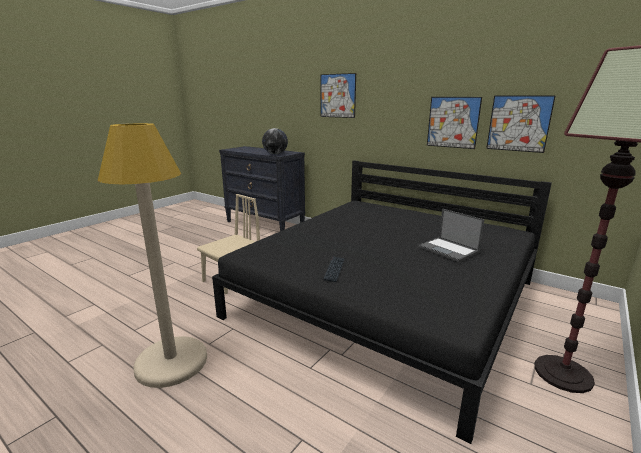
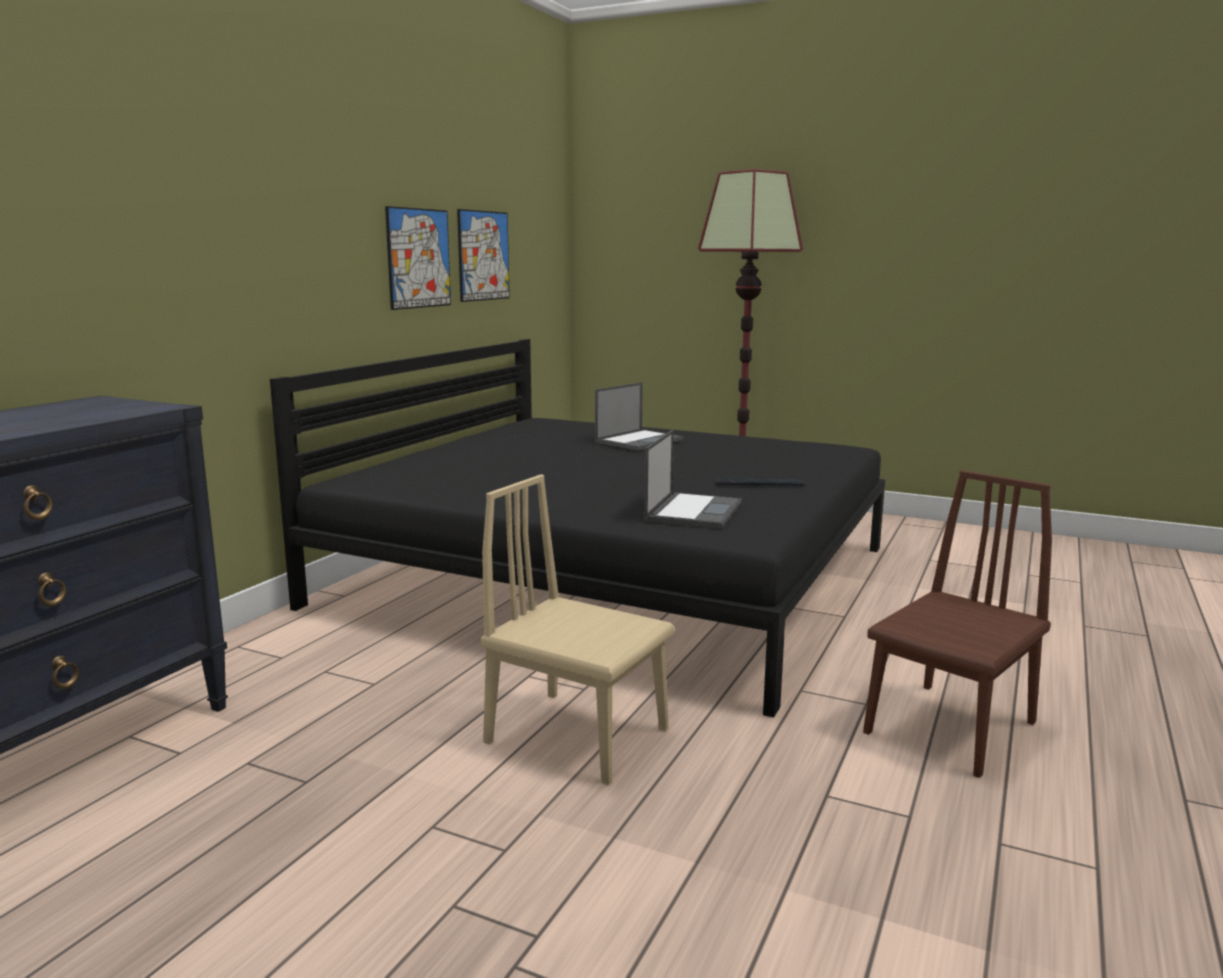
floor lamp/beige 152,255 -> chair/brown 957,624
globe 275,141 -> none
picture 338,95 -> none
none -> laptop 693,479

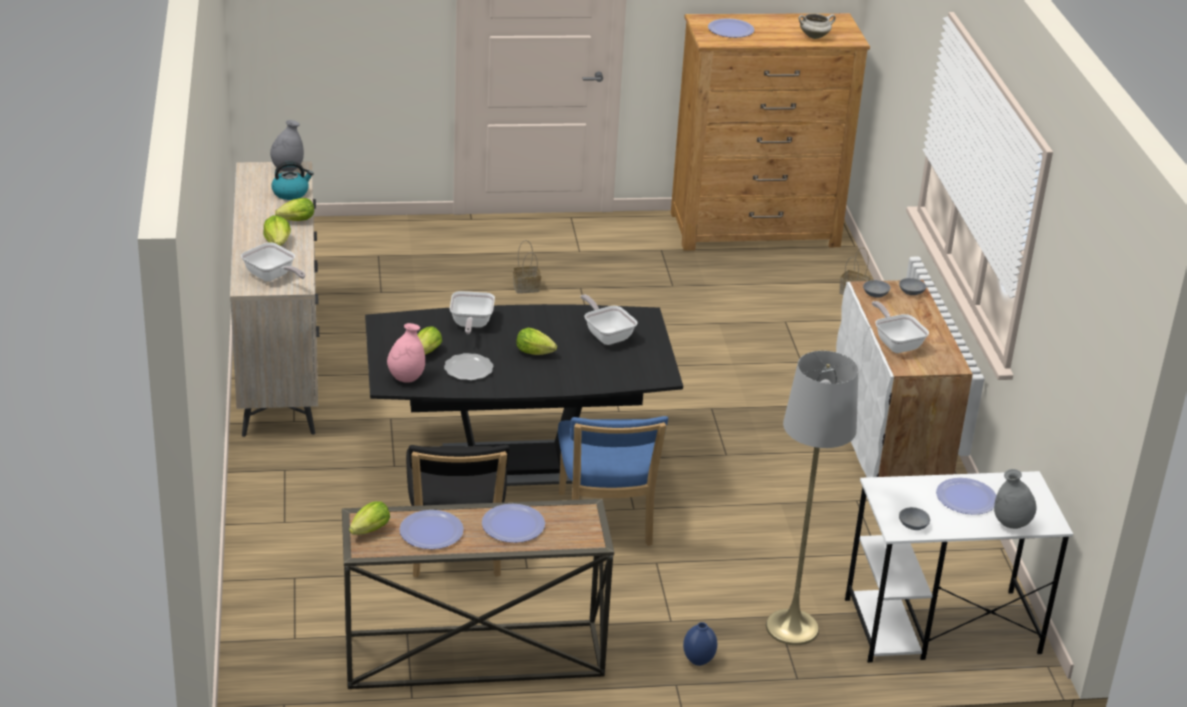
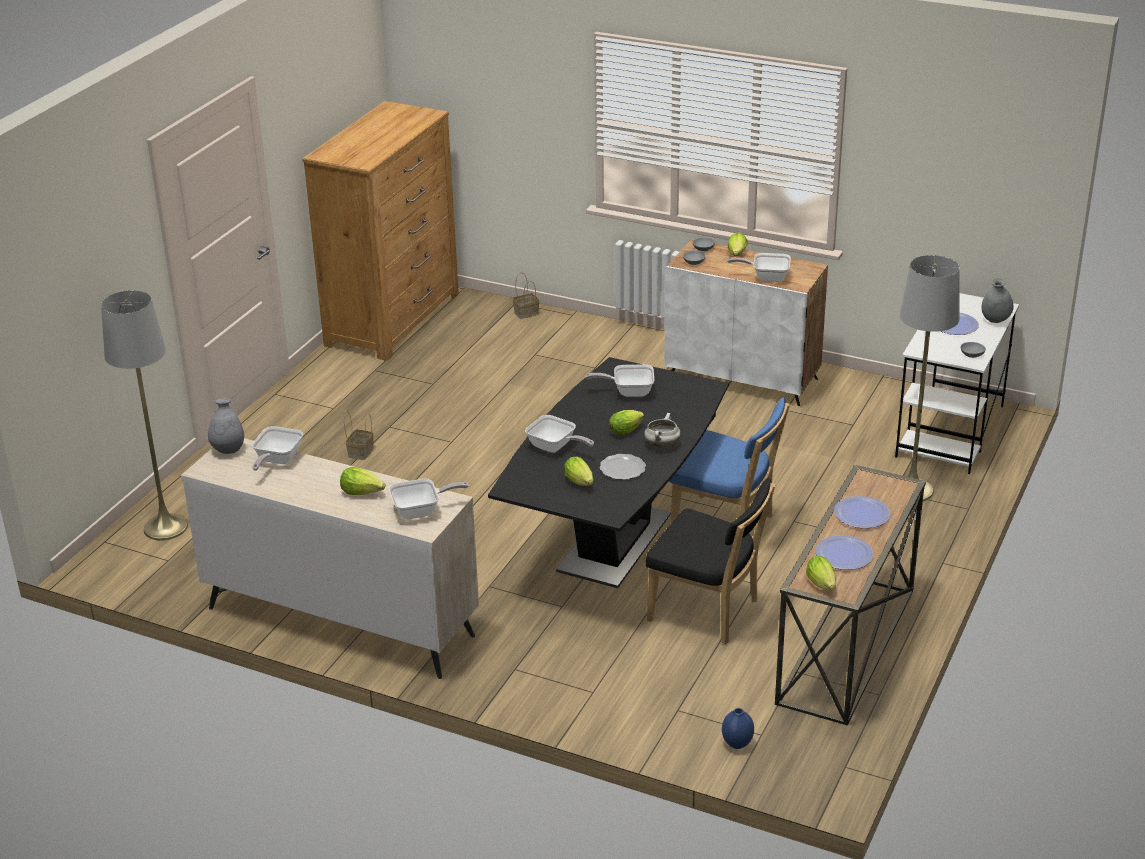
kettle 293,180 -> frying pan 277,448
lettuce 294,209 -> lettuce 738,244, relocated
vase/pink 406,353 -> none
vase/blue 700,644 -> vase/blue 738,728, relocated
plate 731,28 -> none
cooking pot/white 817,26 -> cooking pot/white 662,430, relocated
none -> floor lamp/grey 144,415

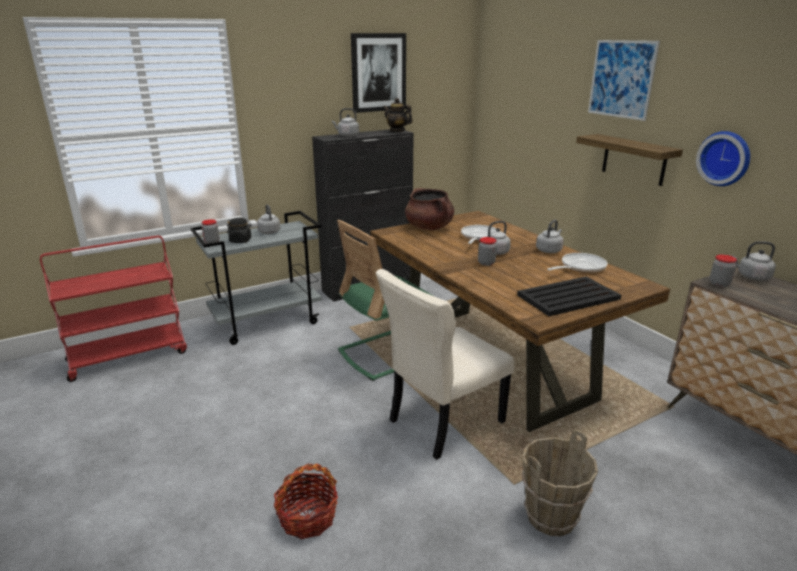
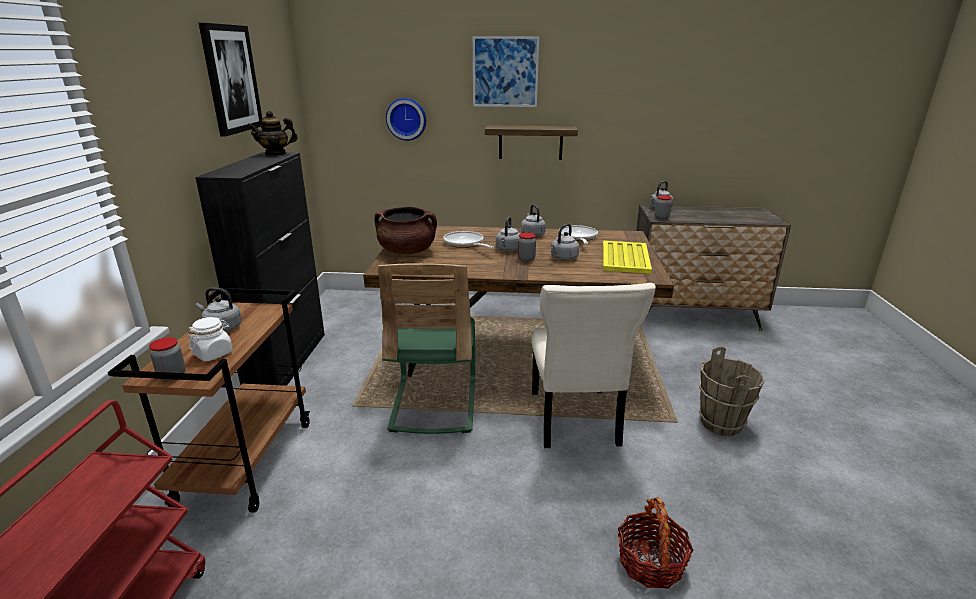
cart/grey 256,278 -> cart/brown 209,400
jar/black 239,230 -> jar/white 210,339
kettle/grey 345,122 -> kettle/grey 564,242, relocated
tray/black 569,296 -> tray/yellow 627,257
wall clock 723,158 -> wall clock 406,119, relocated

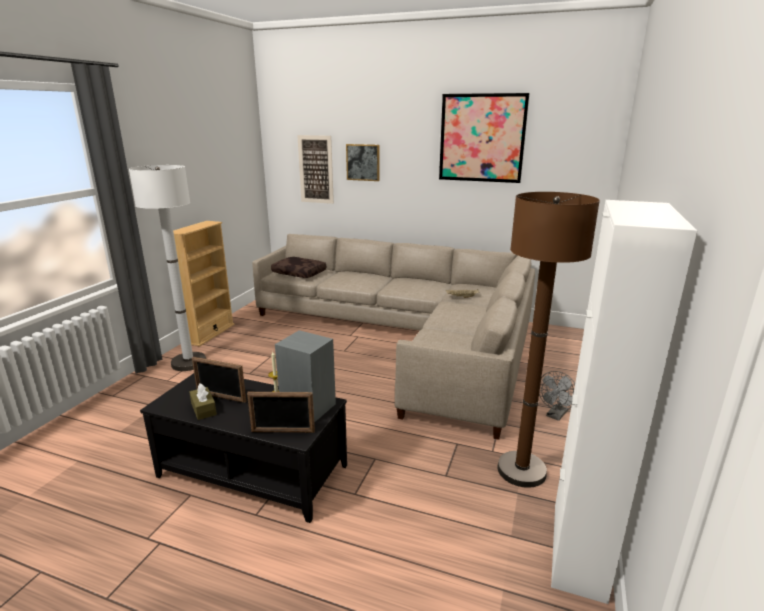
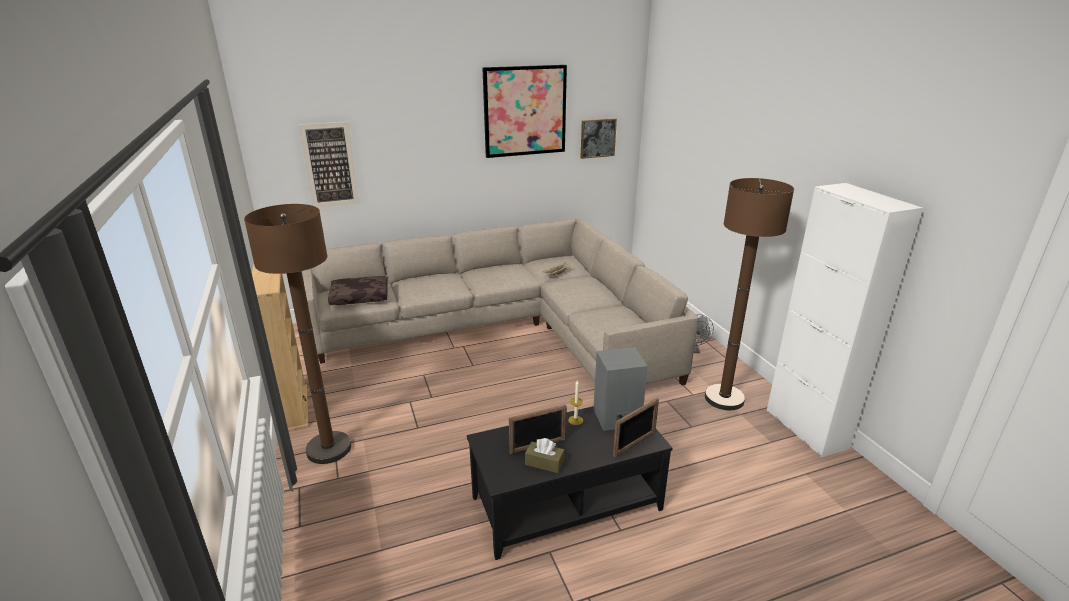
floor lamp/white 167,268 -> floor lamp/brown 297,334
picture 363,162 -> picture 598,138, relocated

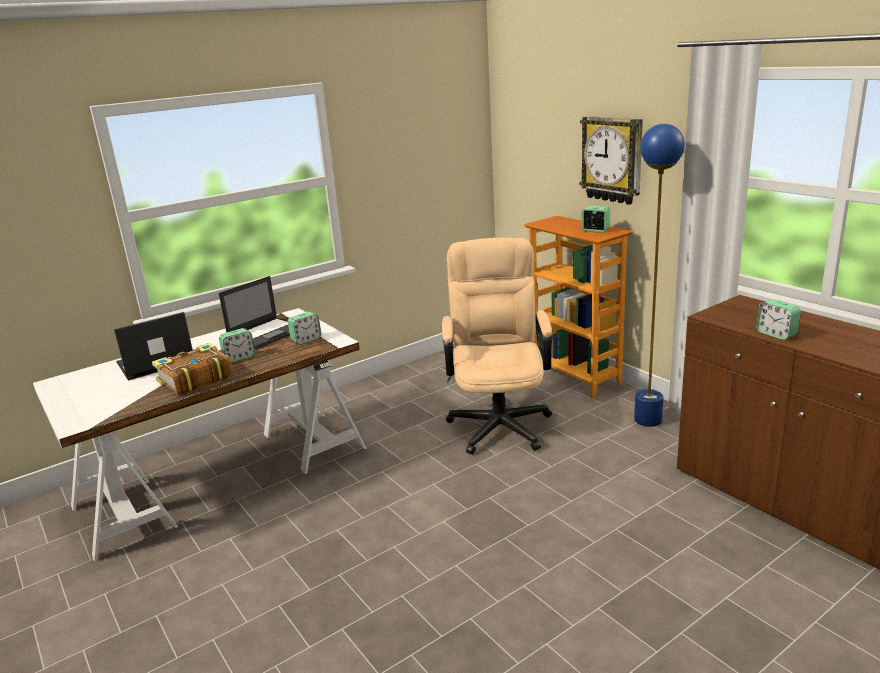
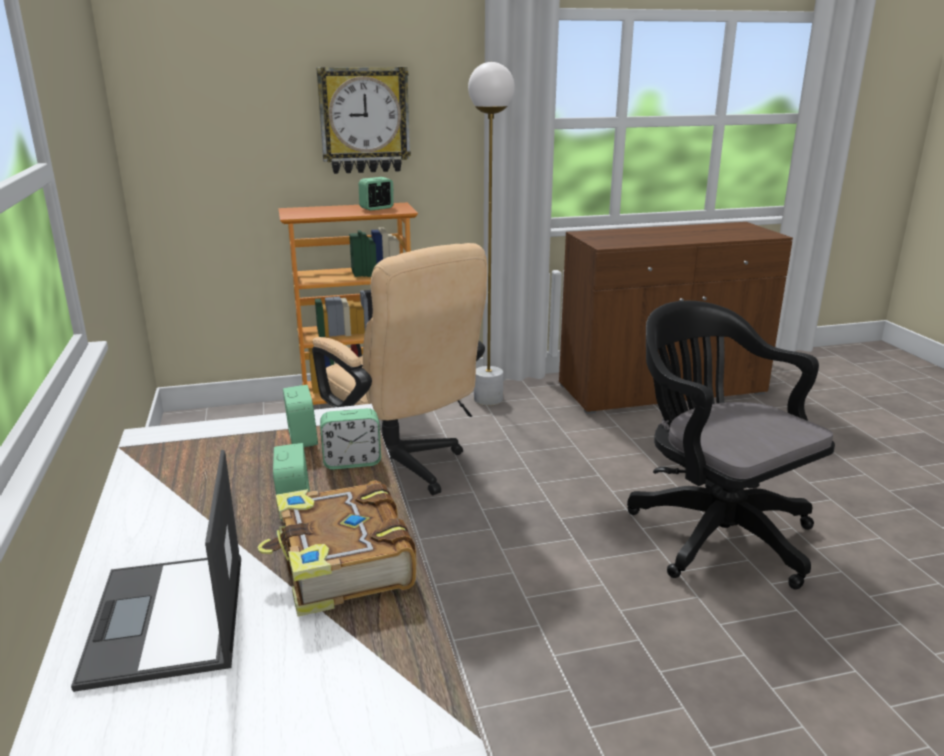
laptop 254,312 -> none
office chair/beige 497,346 -> office chair/beige 399,369, 150 degrees counterclockwise
floor lamp/blue 659,275 -> floor lamp/white 491,234
alarm clock 778,319 -> alarm clock 350,439, relocated
none -> office chair/black 731,445

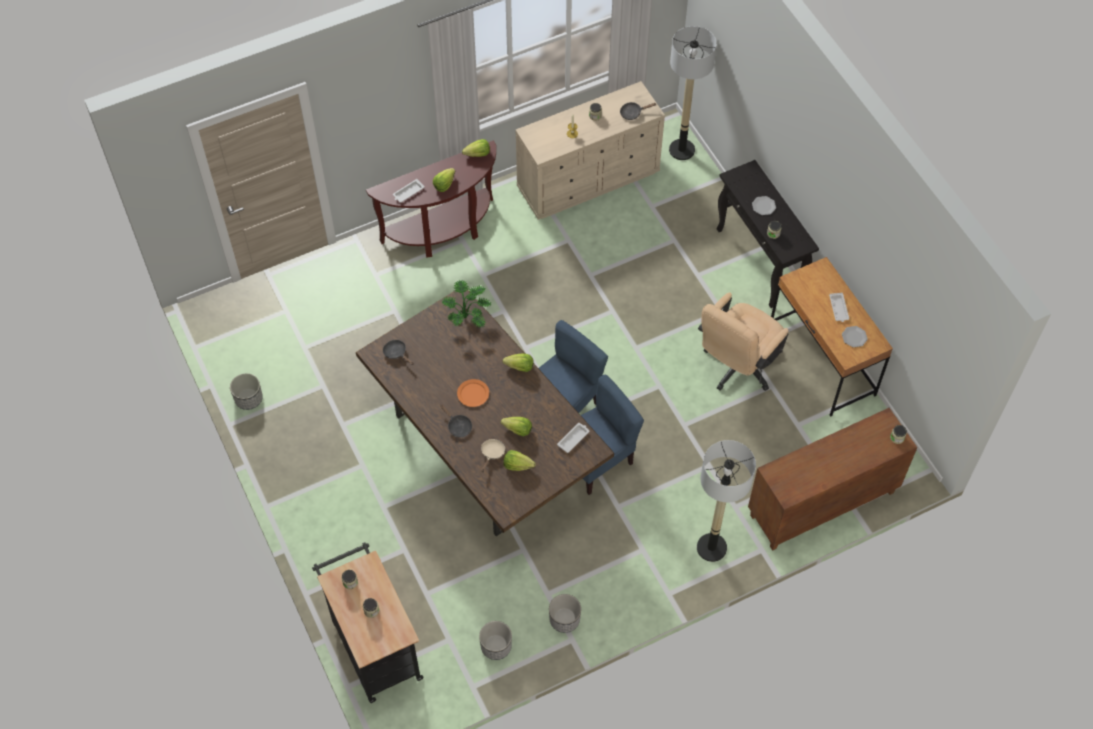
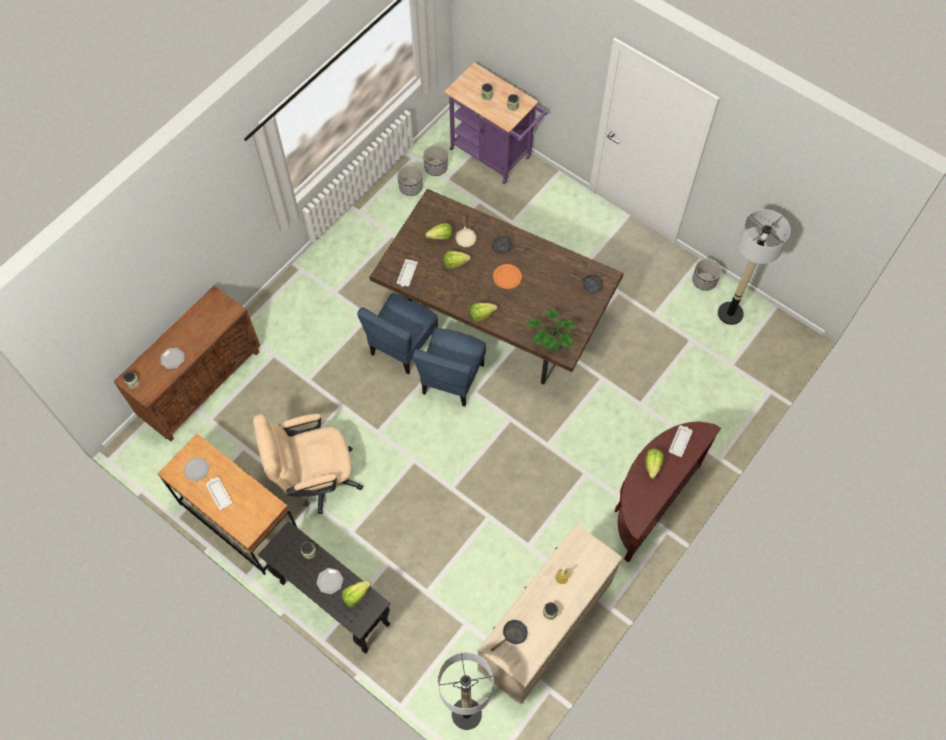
cart/black 368,622 -> cart/purple 496,123
lettuce 476,148 -> lettuce 356,594, relocated
planter 565,613 -> planter 435,160, relocated
floor lamp 726,501 -> floor lamp 754,267, relocated
office chair/beige 743,341 -> office chair/beige 308,464, 120 degrees counterclockwise
none -> plate 172,358

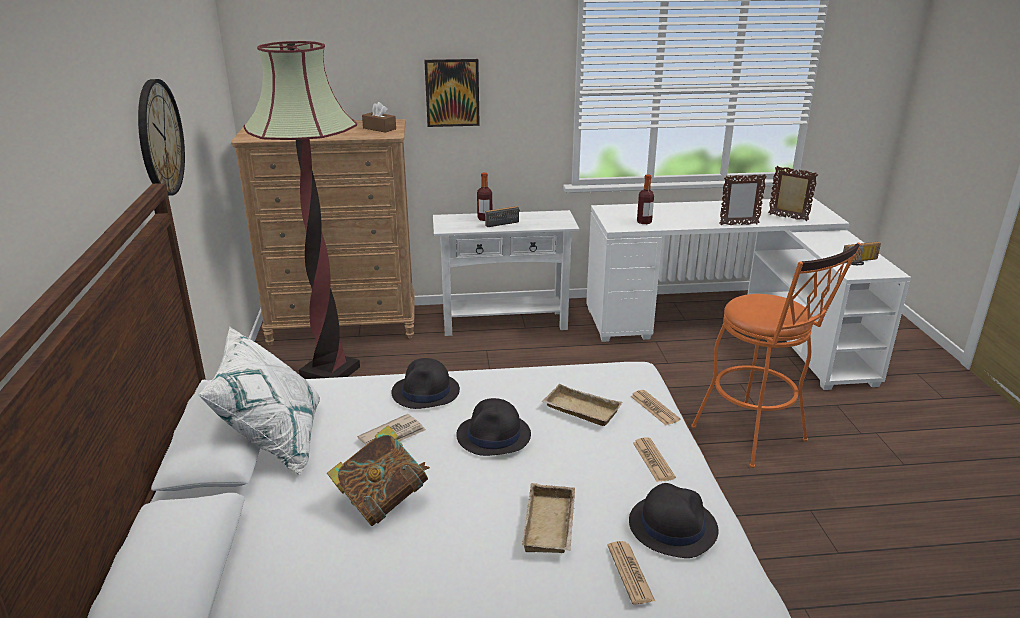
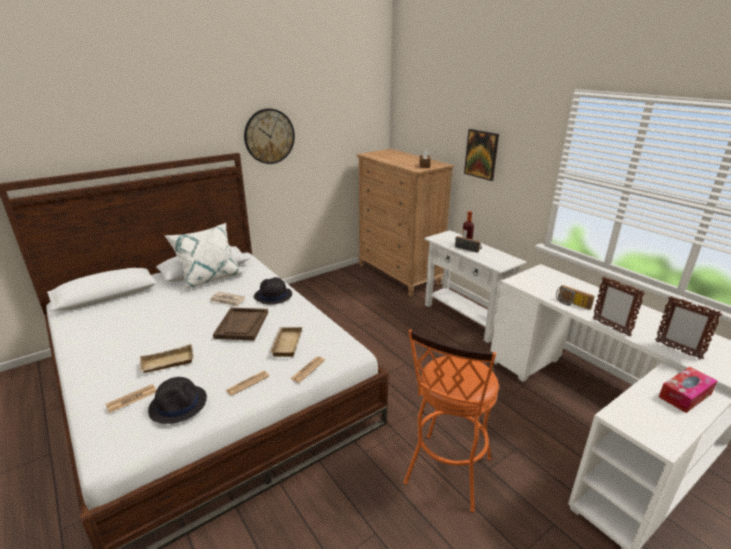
floor lamp 302,210 -> none
book 378,475 -> none
hat/black 493,427 -> tray/brown 240,324
bottle 645,199 -> none
picture frame 793,193 -> picture frame 688,327, 135 degrees clockwise
radio 862,253 -> radio 575,297, relocated
none -> tissue box 688,390

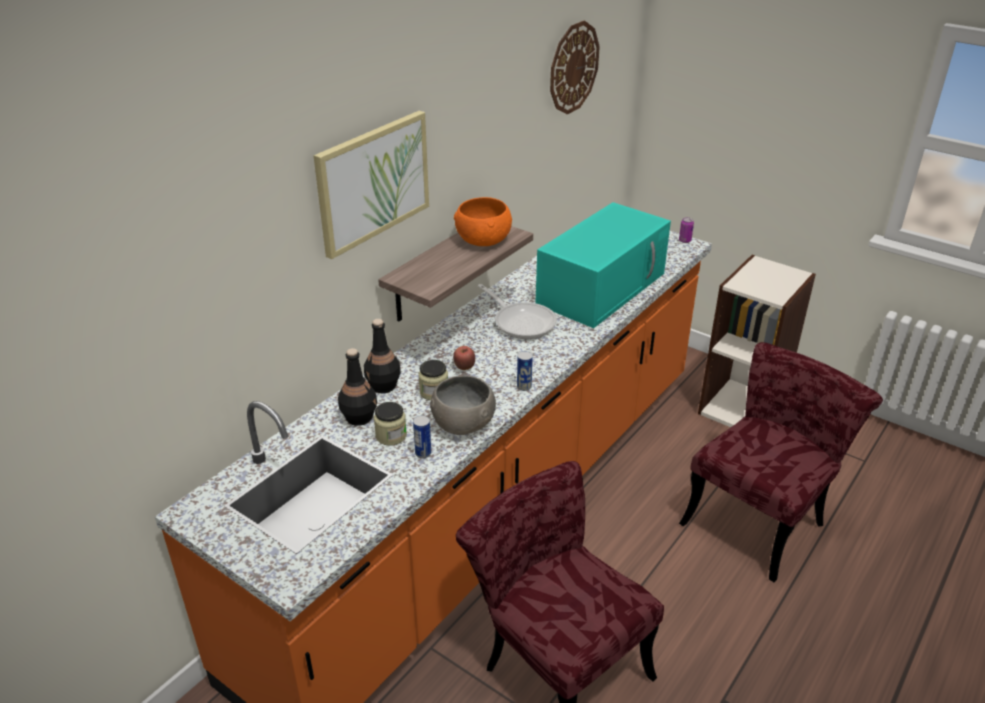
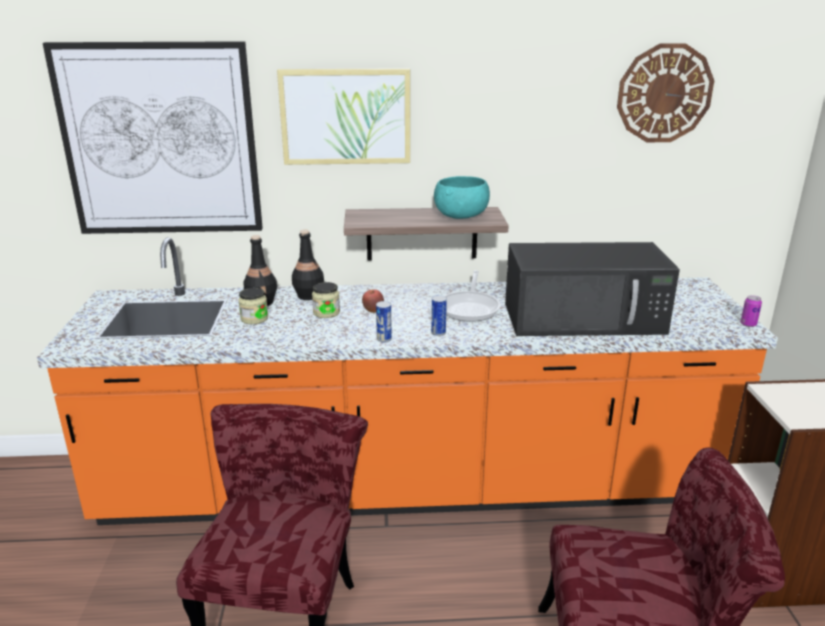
can 422,436 -> can 439,315, relocated
bowl/grey 463,405 -> none
bowl/orange 483,221 -> bowl/turquoise 462,197
microwave/turquoise 603,265 -> microwave/black 592,289
none -> picture 153,137

